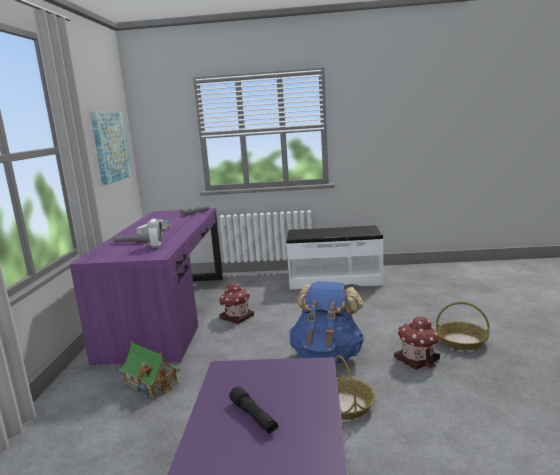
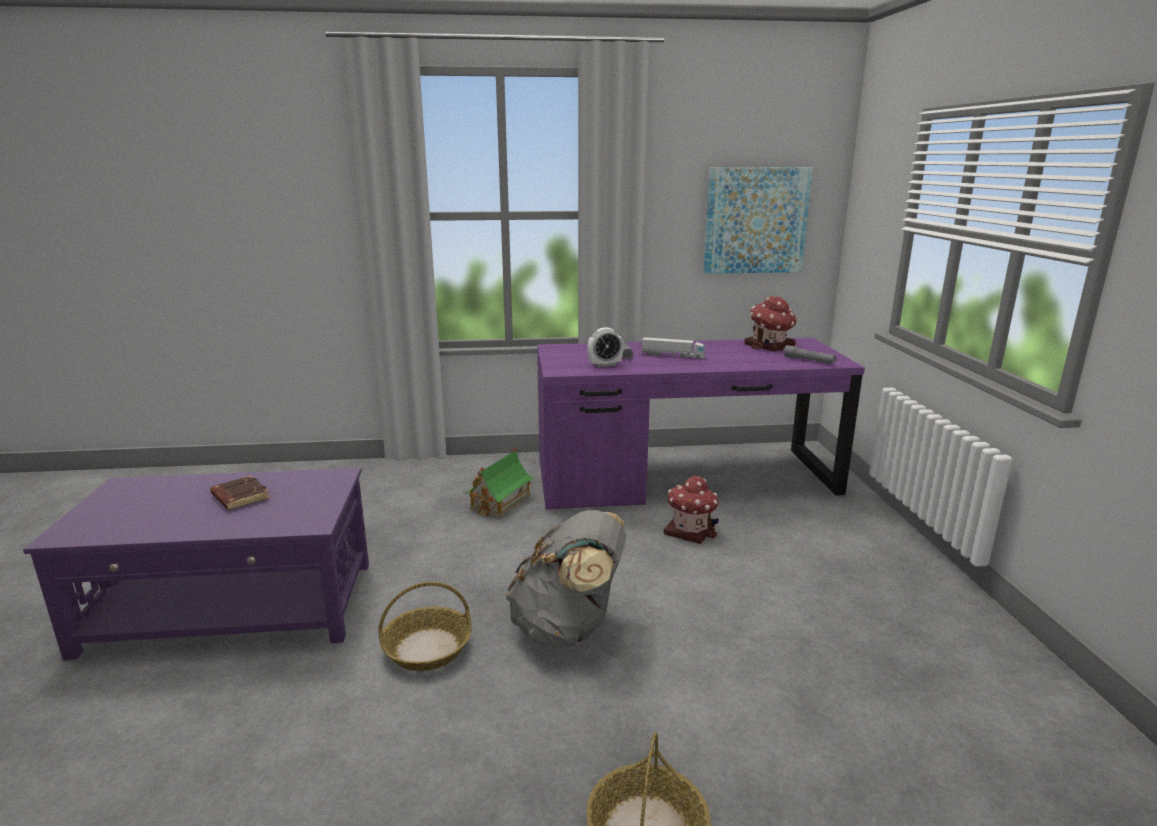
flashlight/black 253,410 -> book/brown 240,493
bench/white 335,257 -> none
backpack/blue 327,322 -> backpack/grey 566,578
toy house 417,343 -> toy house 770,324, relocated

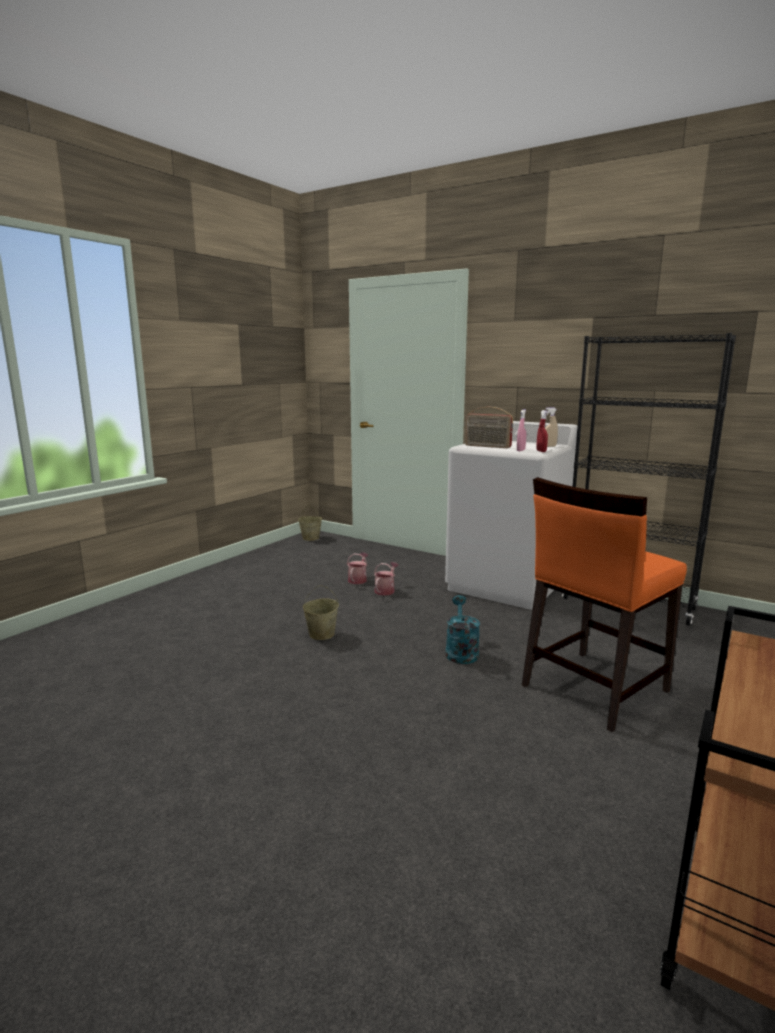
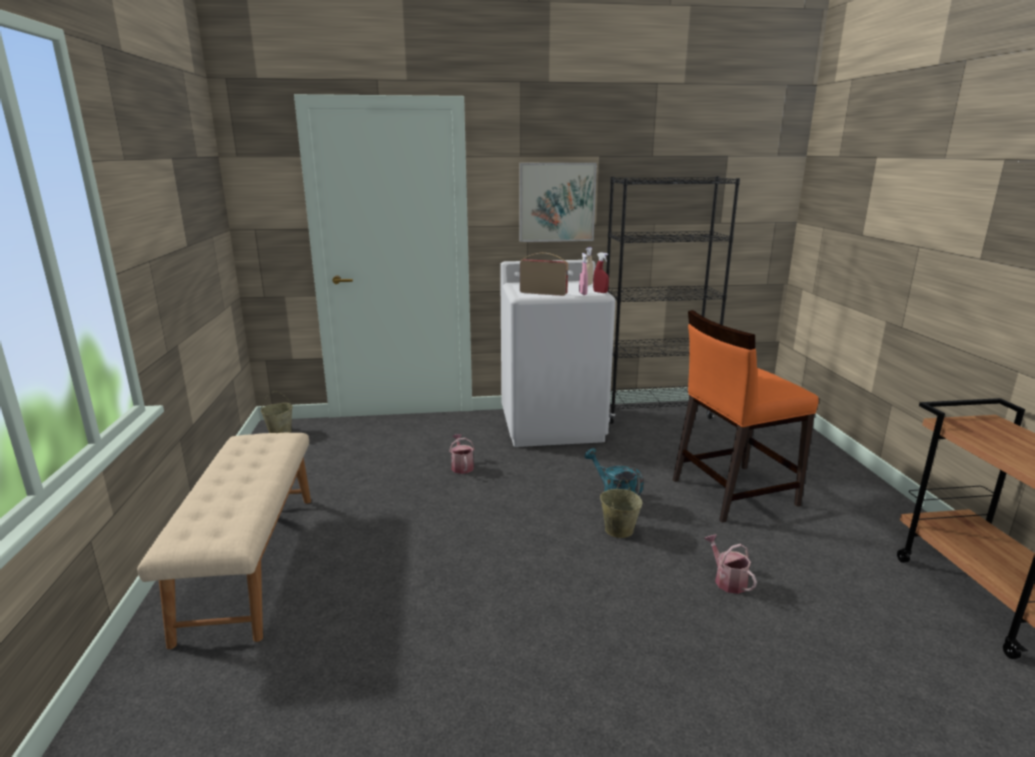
bucket/beige 321,612 -> bucket/beige 621,507, relocated
watering can 357,568 -> watering can 730,564, relocated
radio 489,427 -> radio 544,274, 150 degrees counterclockwise
chair/orange 604,604 -> chair/orange 746,416, 60 degrees clockwise
none -> bench/beige 224,541
none -> picture 558,202

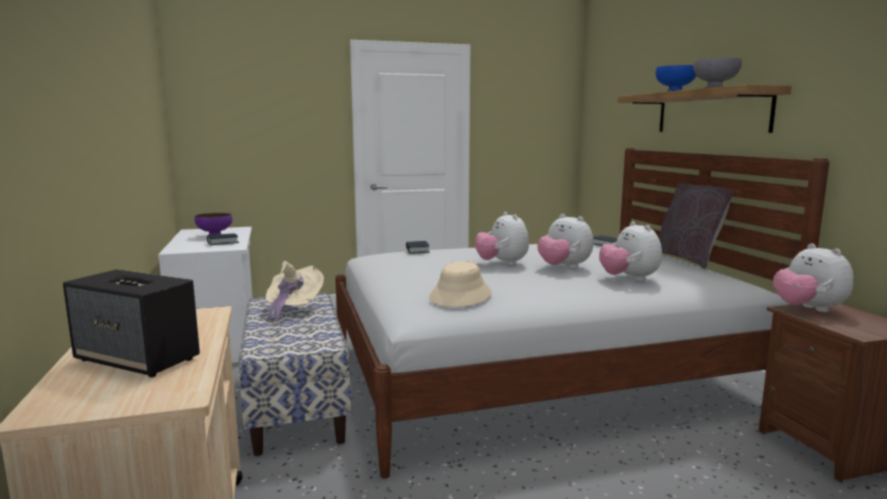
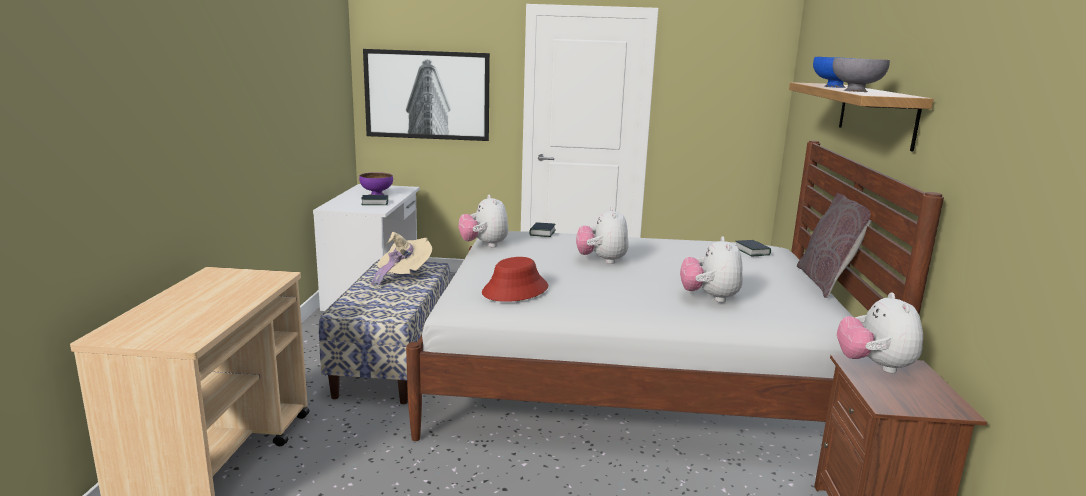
speaker 131,323 -> none
hat/beige 460,284 -> hat/red 515,279
plush toy 565,241 -> plush toy 483,221, relocated
none -> picture 426,95

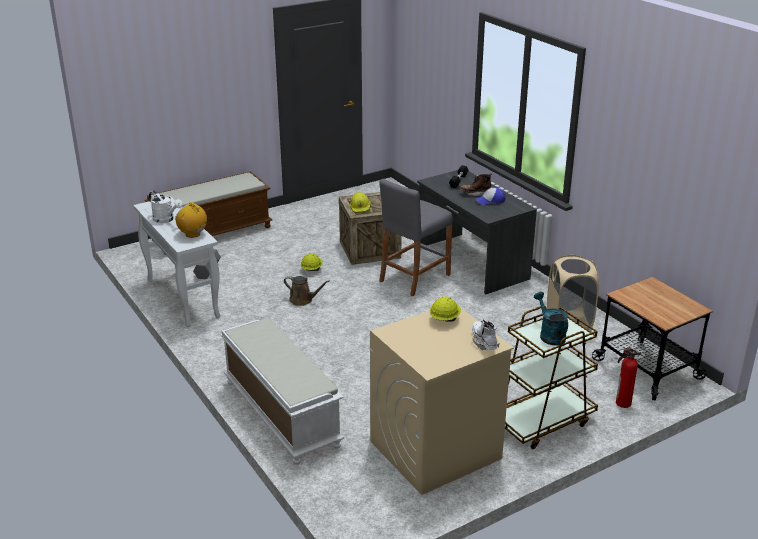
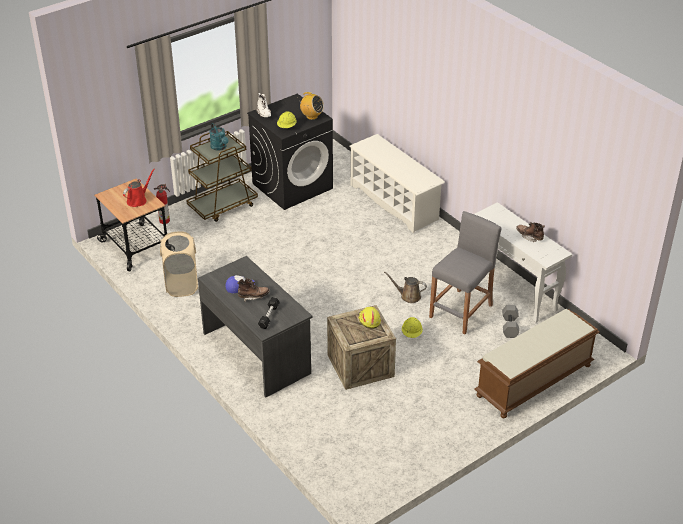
watering can/white 166,206 -> boot/brown 530,232
radio 192,220 -> radio 311,106, relocated
bench/white 282,391 -> shoe rack/white 397,183
washing machine/beige 442,401 -> washing machine/black 290,152
stool/grey 416,237 -> stool/grey 465,273, relocated
none -> watering can/red 139,188

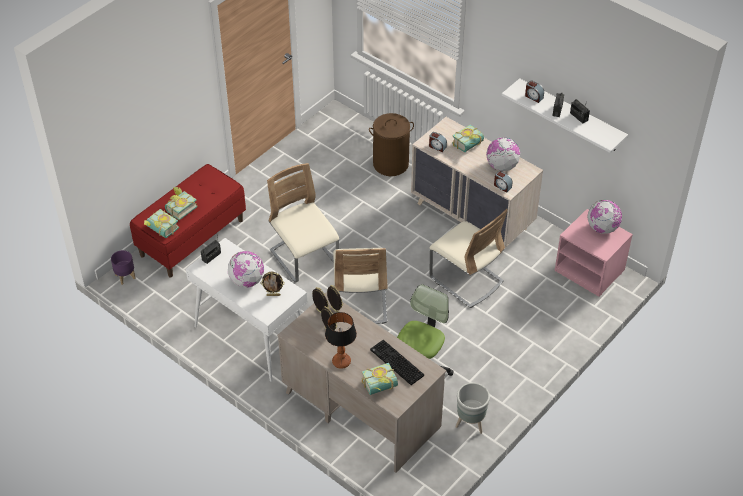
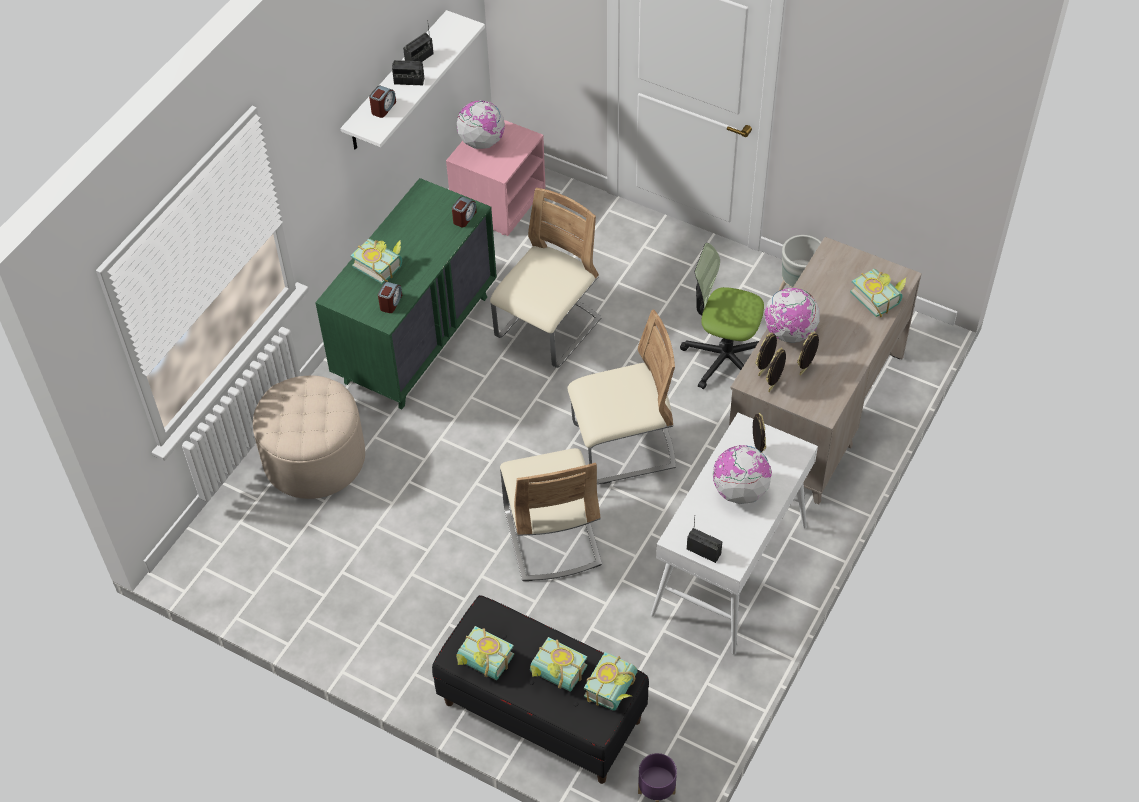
bench/red 188,221 -> bench/black 540,689
chair/beige 303,223 -> chair/beige 551,514, 60 degrees counterclockwise
table lamp 341,340 -> none
laundry basket/brown 391,144 -> ottoman/beige 309,437
keyboard 397,362 -> none
dresser/beige 477,182 -> dresser/green 406,293
globe 503,154 -> globe 791,315, relocated
none -> book 485,653

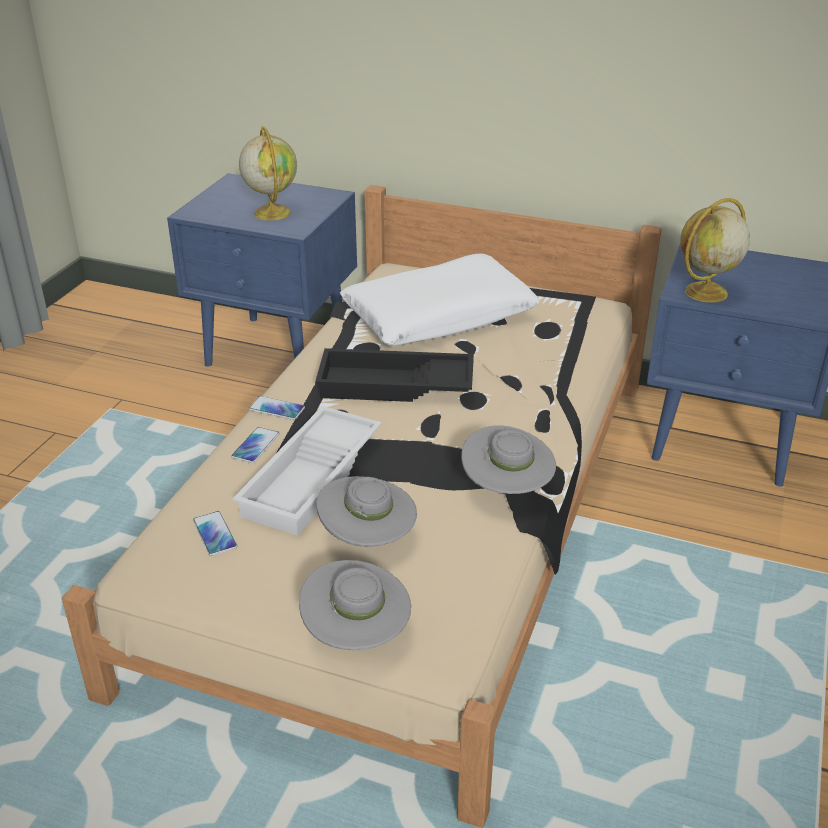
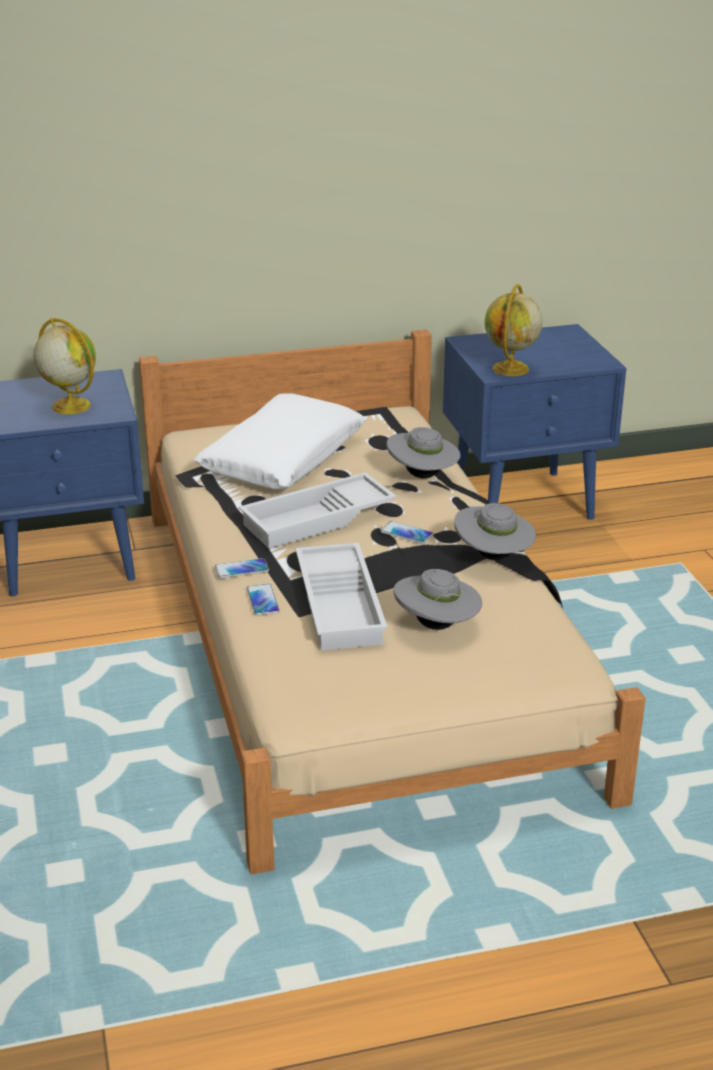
phone 215,533 -> phone 406,532, relocated
hat/grey 355,605 -> hat/grey 424,452, relocated
tray/black 394,375 -> tray/white 317,510

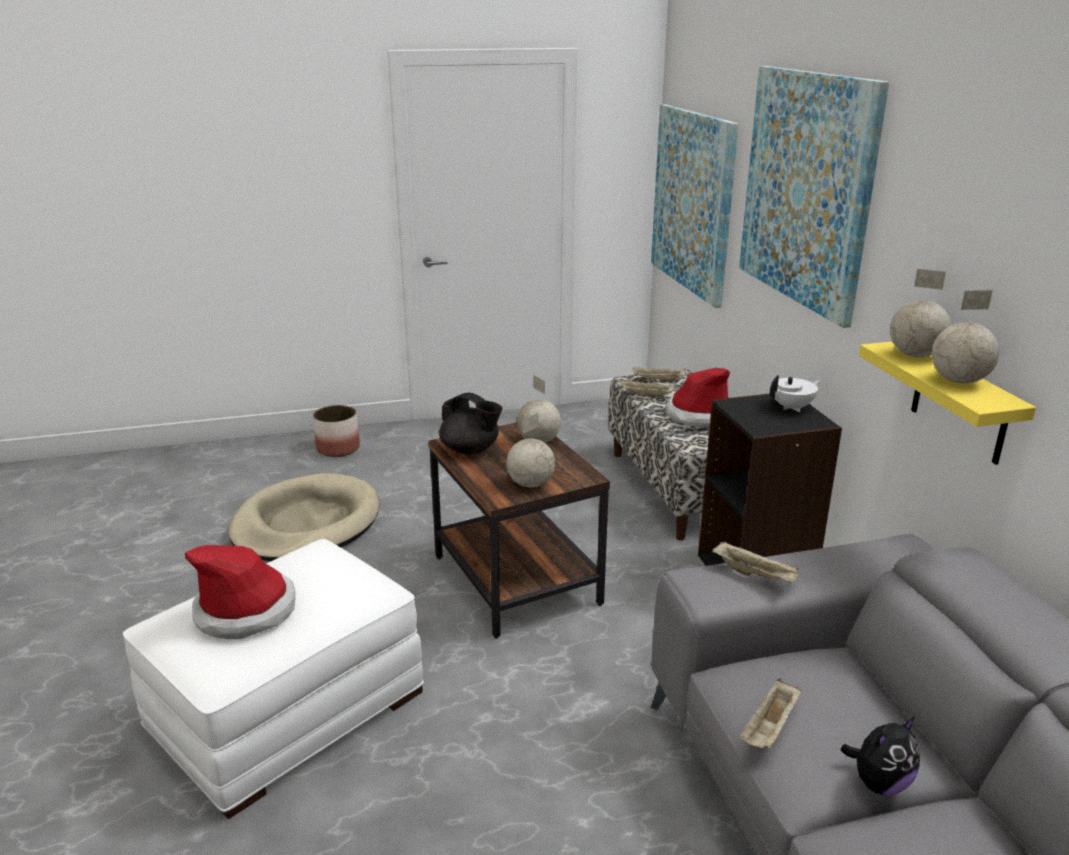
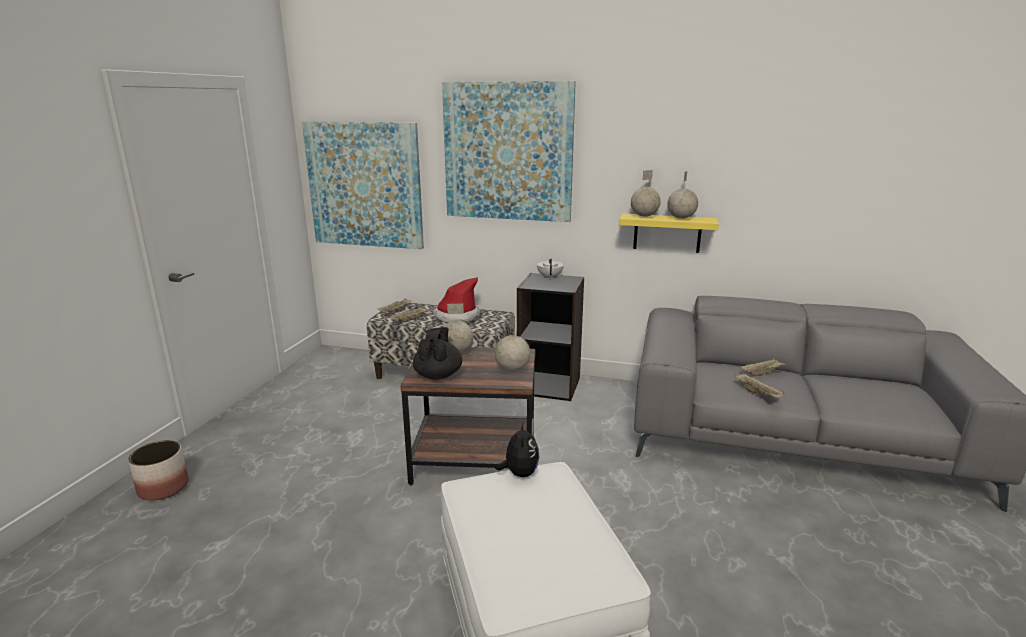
hat 240,592 -> none
dog bed/beige 303,517 -> none
teapot/black 470,423 -> teapot/black 437,353, 60 degrees counterclockwise
tray/beige 755,562 -> tray/beige 763,367, relocated
plush toy 880,755 -> plush toy 517,449, relocated

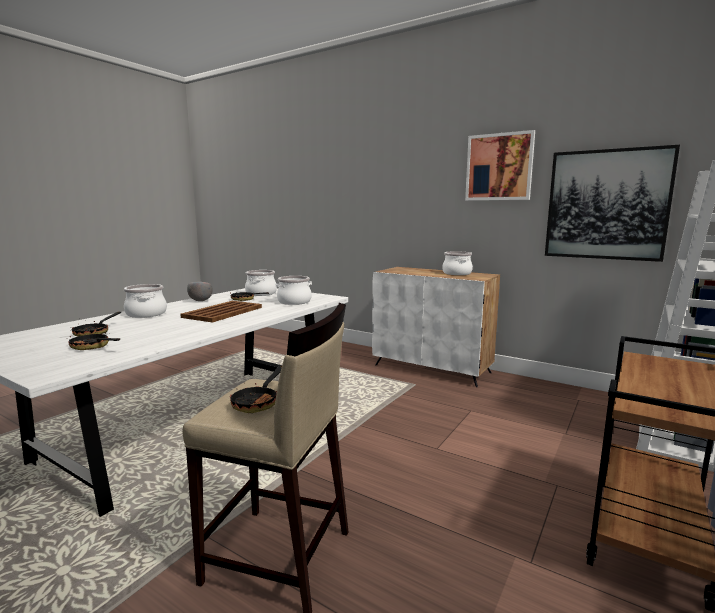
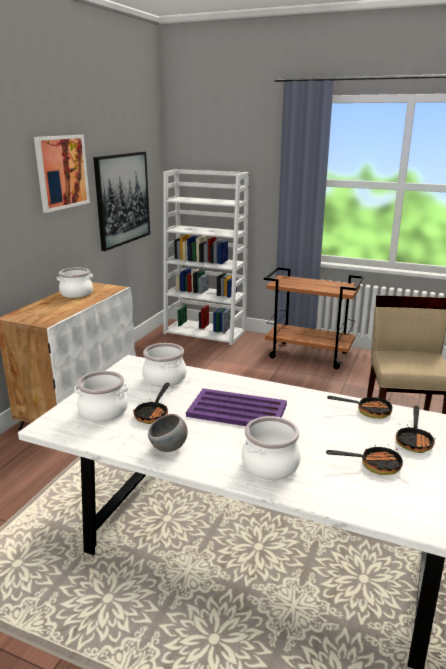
tray/brown 221,312 -> tray/purple 236,407
frying pan 255,389 -> frying pan 359,407, relocated

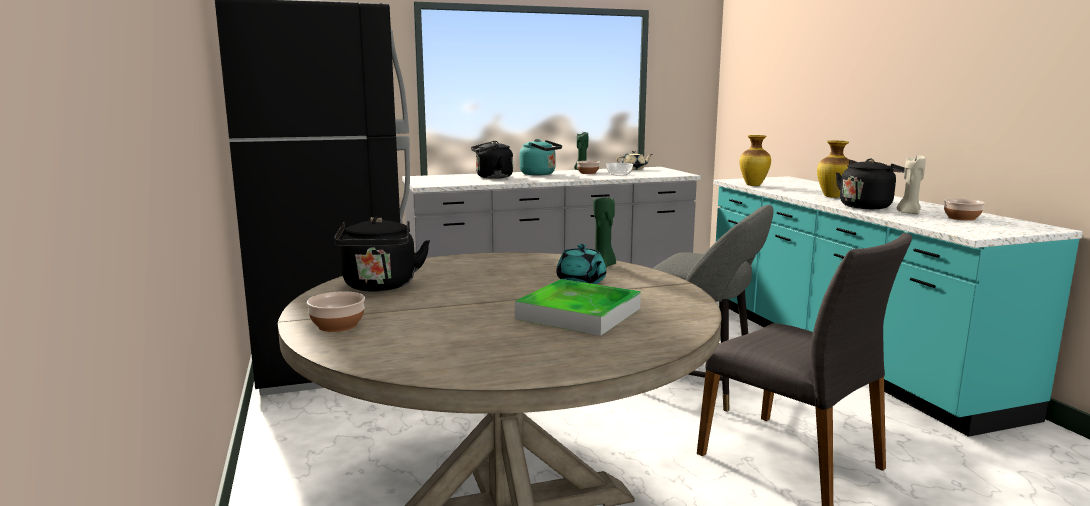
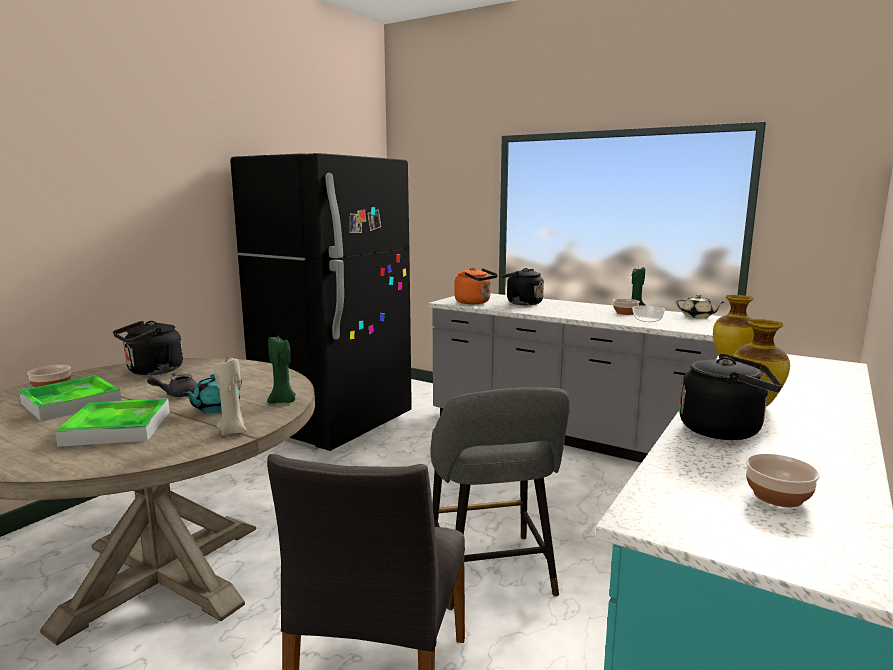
kettle/turquoise 541,157 -> none
candle/beige 911,184 -> candle/beige 230,397, relocated
none -> tray 70,398
none -> teapot/grey 172,384
none -> kettle/orange 476,285

